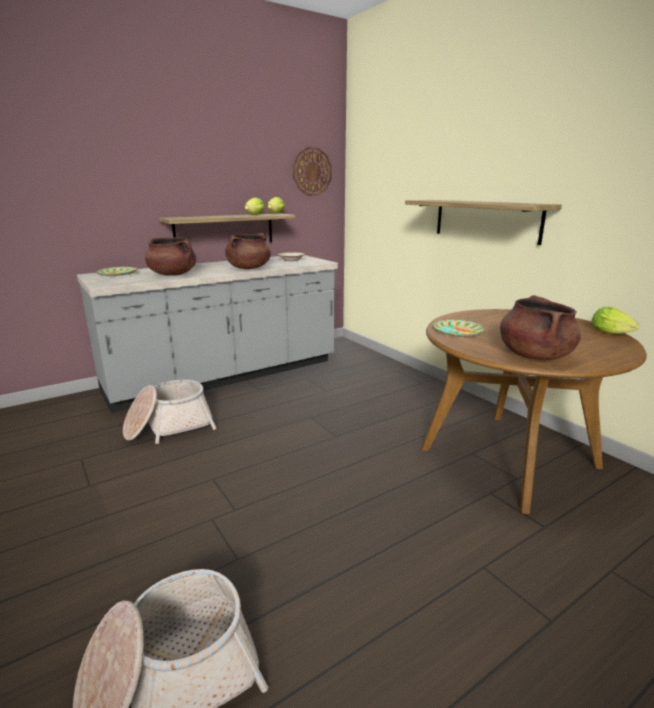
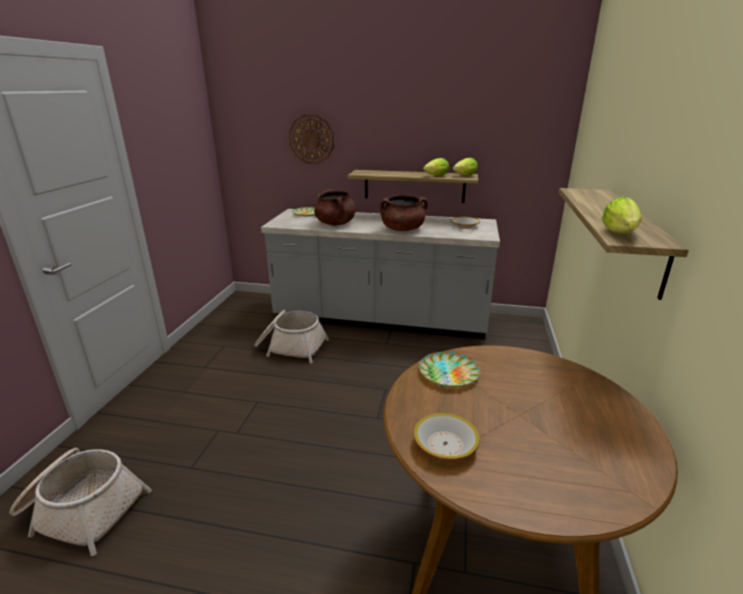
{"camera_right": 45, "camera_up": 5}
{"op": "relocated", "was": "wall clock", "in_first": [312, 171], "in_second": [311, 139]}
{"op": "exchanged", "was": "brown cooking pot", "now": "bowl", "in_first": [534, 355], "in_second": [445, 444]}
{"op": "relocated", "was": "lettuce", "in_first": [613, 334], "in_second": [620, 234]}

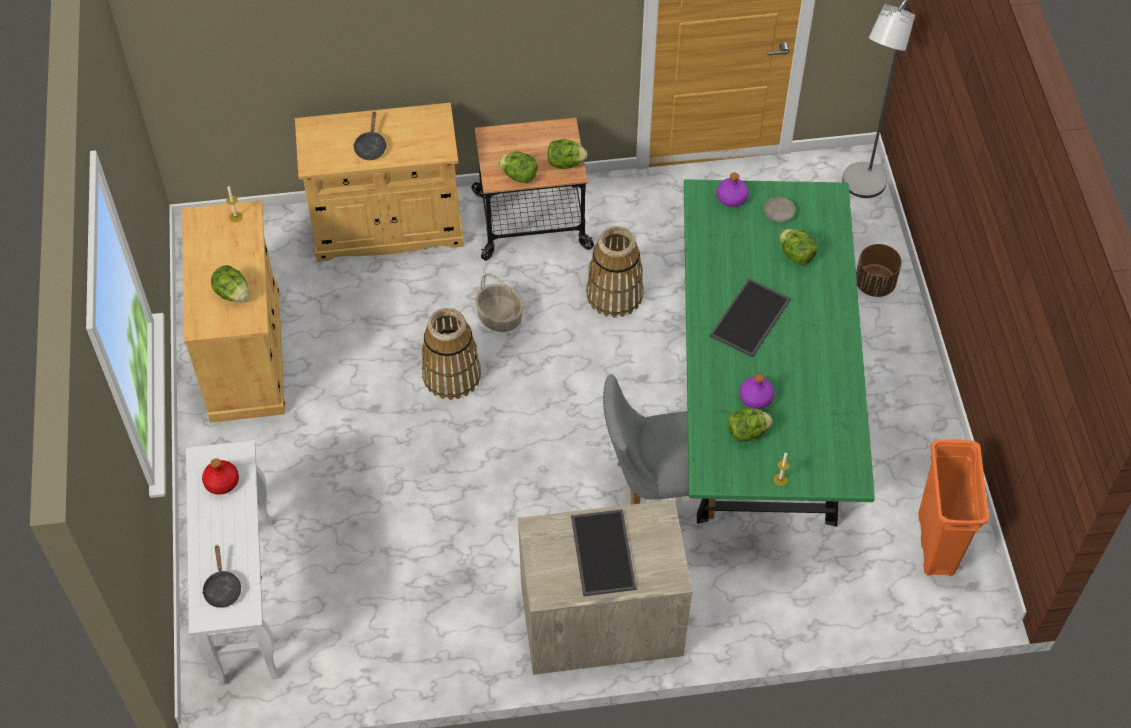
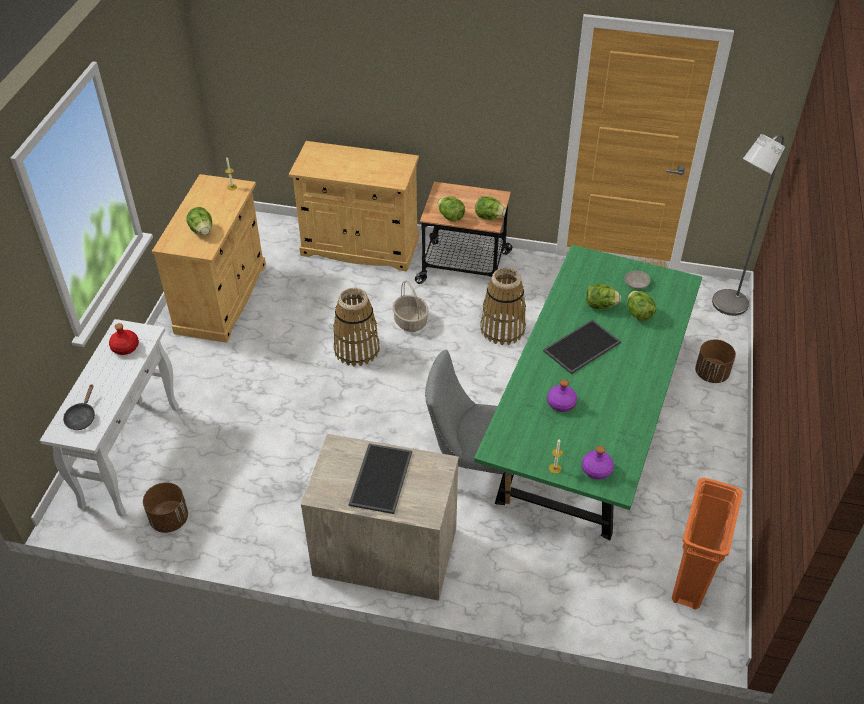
{"camera_right": 20, "camera_up": -10}
{"op": "missing", "was": "black frying pan", "in_first": [371, 146]}
{"op": "relocated", "was": "purple bottle", "in_first": [731, 198], "in_second": [596, 469]}
{"op": "relocated", "was": "lettuce", "in_first": [747, 432], "in_second": [600, 305]}
{"op": "appeared", "now": "brown planter", "in_second": [169, 519]}

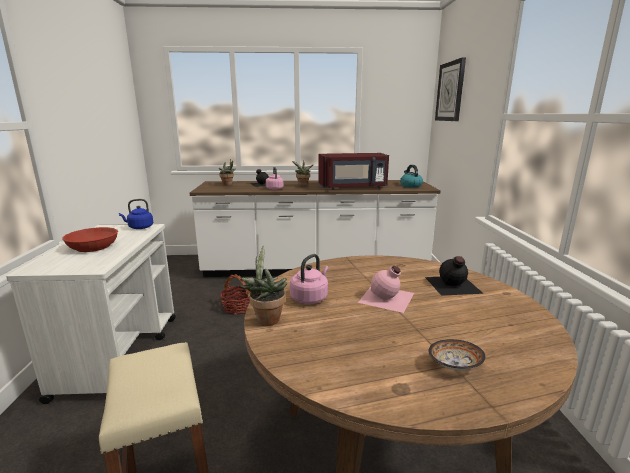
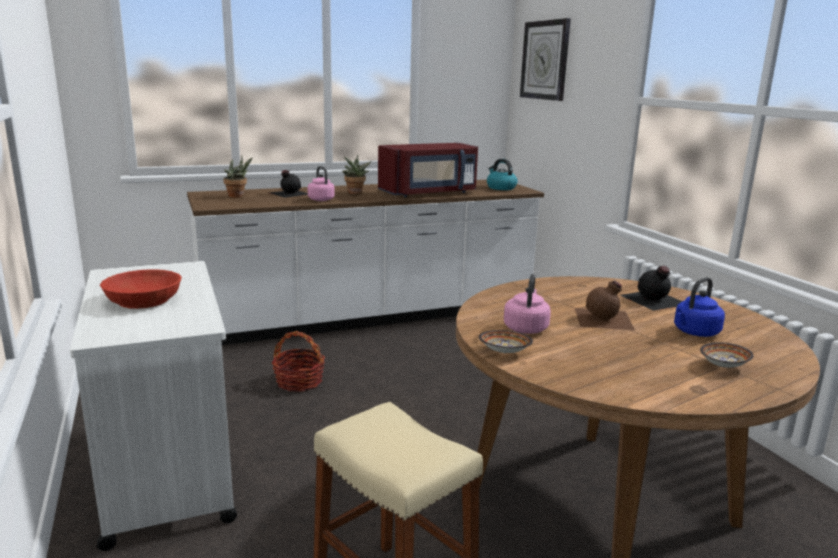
{"camera_right": -20, "camera_up": 0}
{"op": "relocated", "was": "blue kettle", "in_first": [139, 227], "in_second": [694, 332]}
{"op": "exchanged", "was": "potted plant", "now": "bowl", "in_first": [266, 318], "in_second": [505, 352]}
{"op": "colour", "was": "pink bottle", "now": "brown bottle", "in_first": [387, 298], "in_second": [604, 319]}

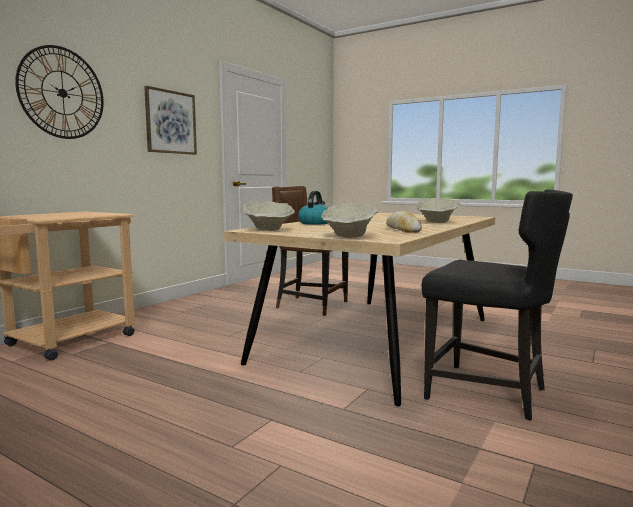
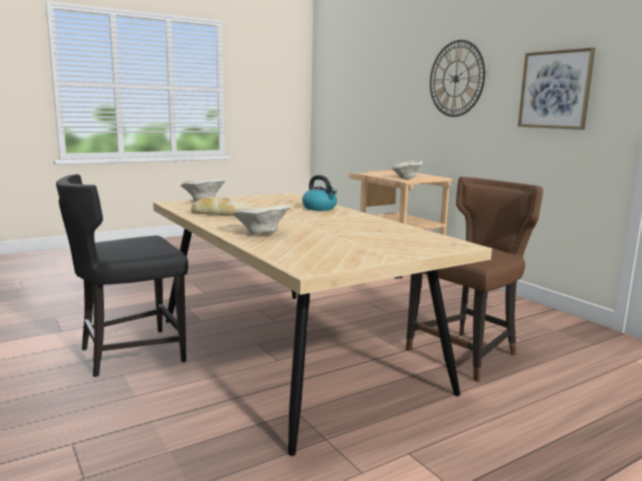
{"camera_right": 115, "camera_up": 5}
{"op": "relocated", "was": "beige bowl", "in_first": [268, 230], "in_second": [405, 178]}

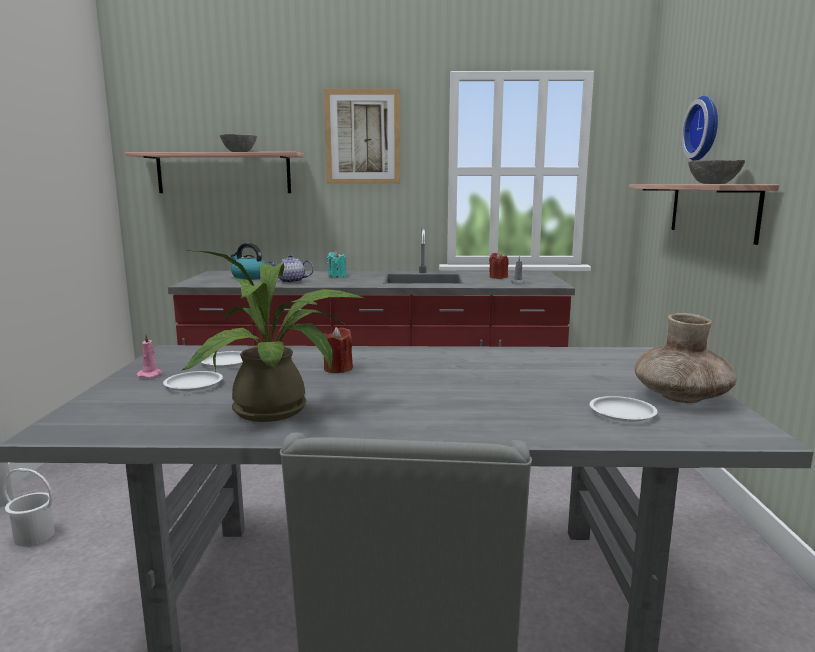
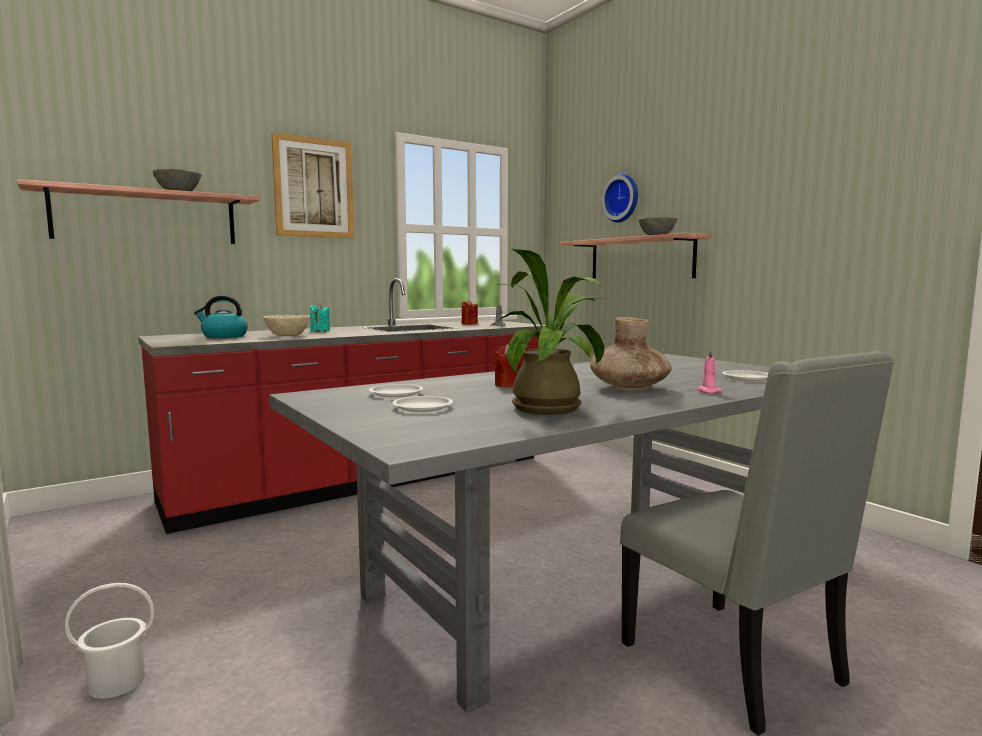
{"camera_right": -35, "camera_up": -5}
{"op": "exchanged", "was": "teapot", "now": "beige bowl", "in_first": [291, 281], "in_second": [287, 336]}
{"op": "relocated", "was": "brown vase", "in_first": [681, 397], "in_second": [629, 388]}
{"op": "relocated", "was": "pink candle", "in_first": [151, 375], "in_second": [707, 391]}

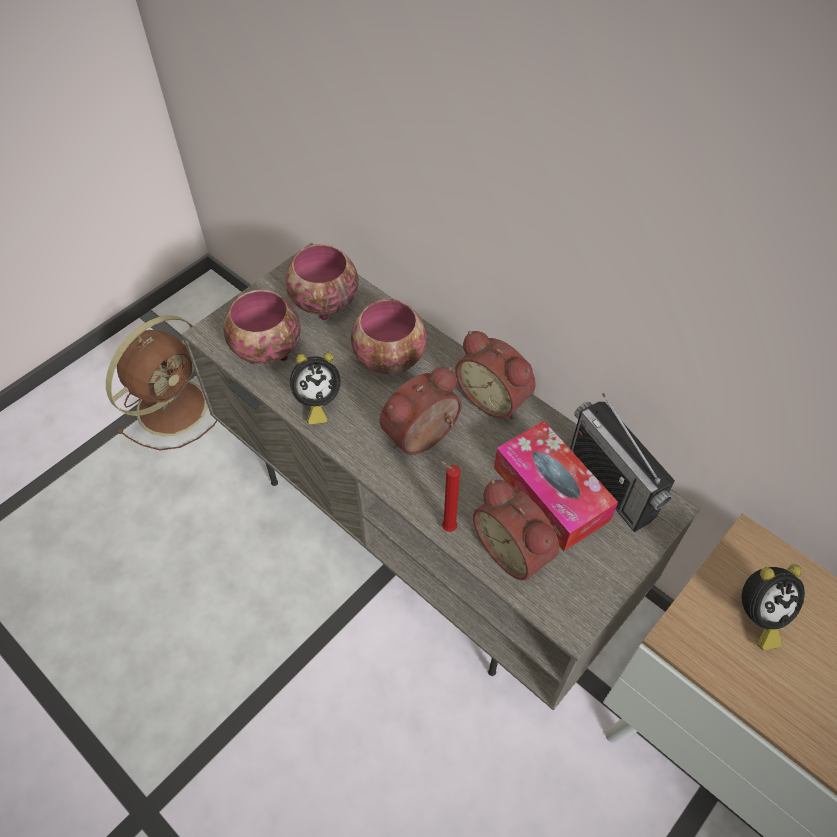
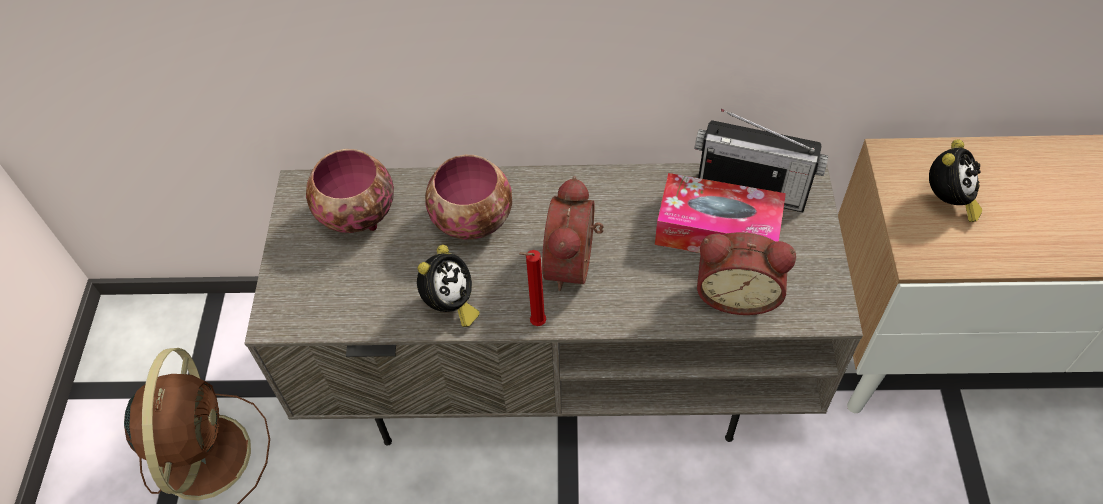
{"camera_right": -40, "camera_up": 0}
{"op": "missing", "was": "bowl", "in_first": [266, 350]}
{"op": "missing", "was": "alarm clock", "in_first": [495, 397]}
{"op": "relocated", "was": "red candle", "in_first": [446, 527], "in_second": [535, 323]}

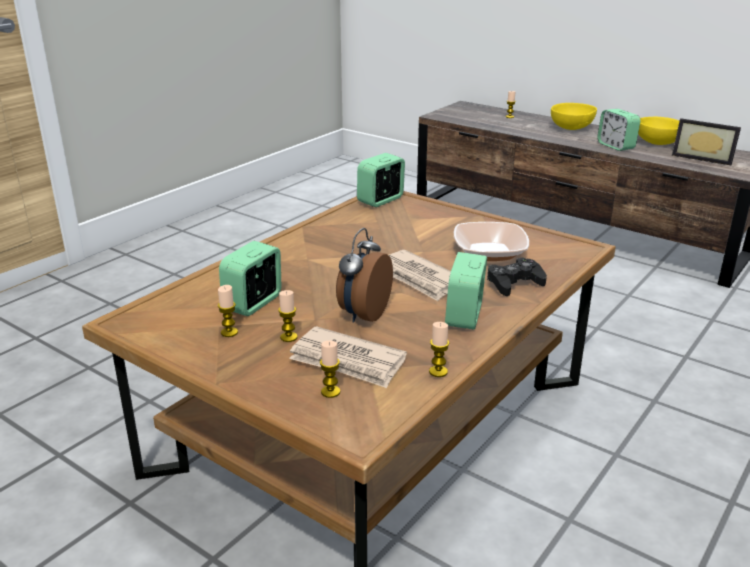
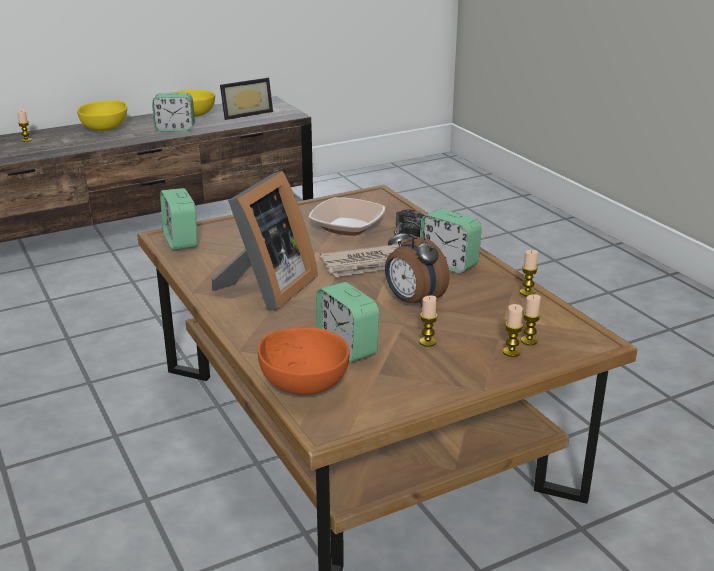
{"camera_right": -65, "camera_up": 0}
{"op": "relocated", "was": "candle", "in_first": [229, 332], "in_second": [511, 352]}
{"op": "missing", "was": "newspaper", "in_first": [348, 361]}
{"op": "appeared", "now": "picture frame", "in_second": [267, 289]}
{"op": "appeared", "now": "orange bowl", "in_second": [303, 383]}

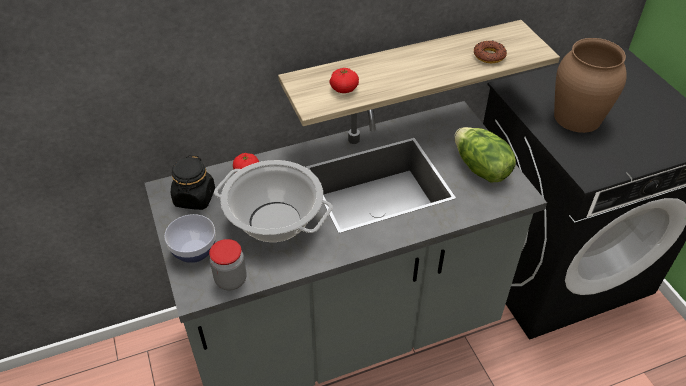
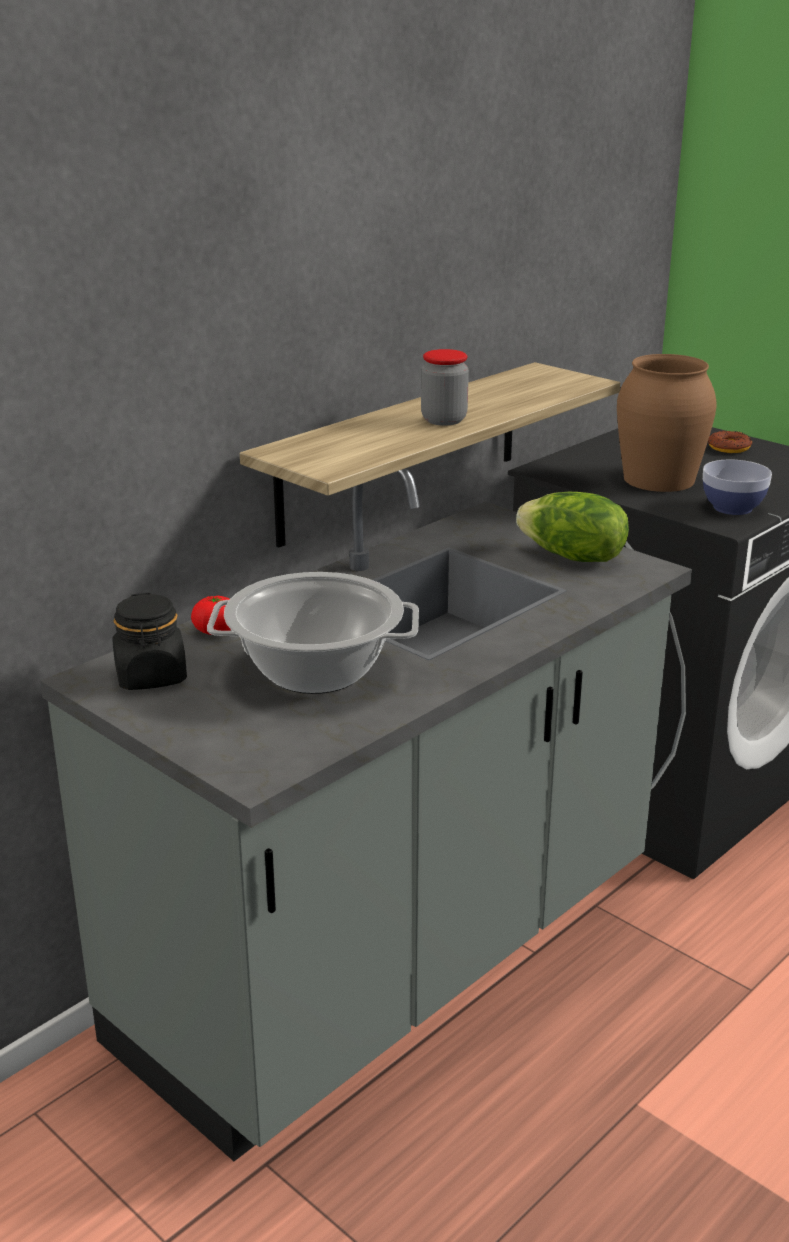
{"camera_right": -25, "camera_up": -20}
{"op": "relocated", "was": "donut", "in_first": [489, 55], "in_second": [728, 447]}
{"op": "missing", "was": "tomato", "in_first": [344, 89]}
{"op": "relocated", "was": "bowl", "in_first": [194, 251], "in_second": [732, 508]}
{"op": "relocated", "was": "jar", "in_first": [231, 280], "in_second": [444, 420]}

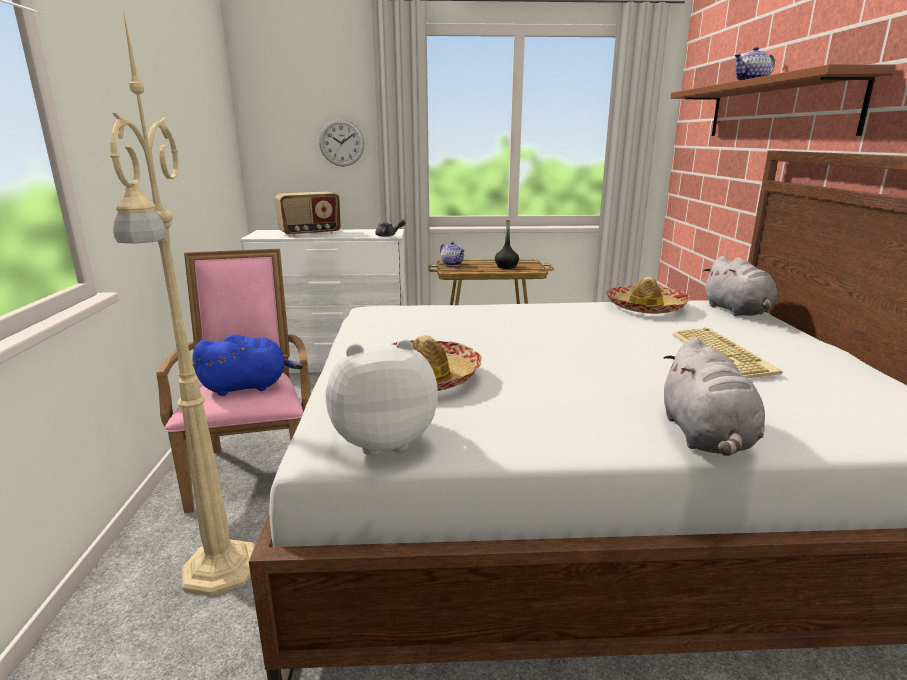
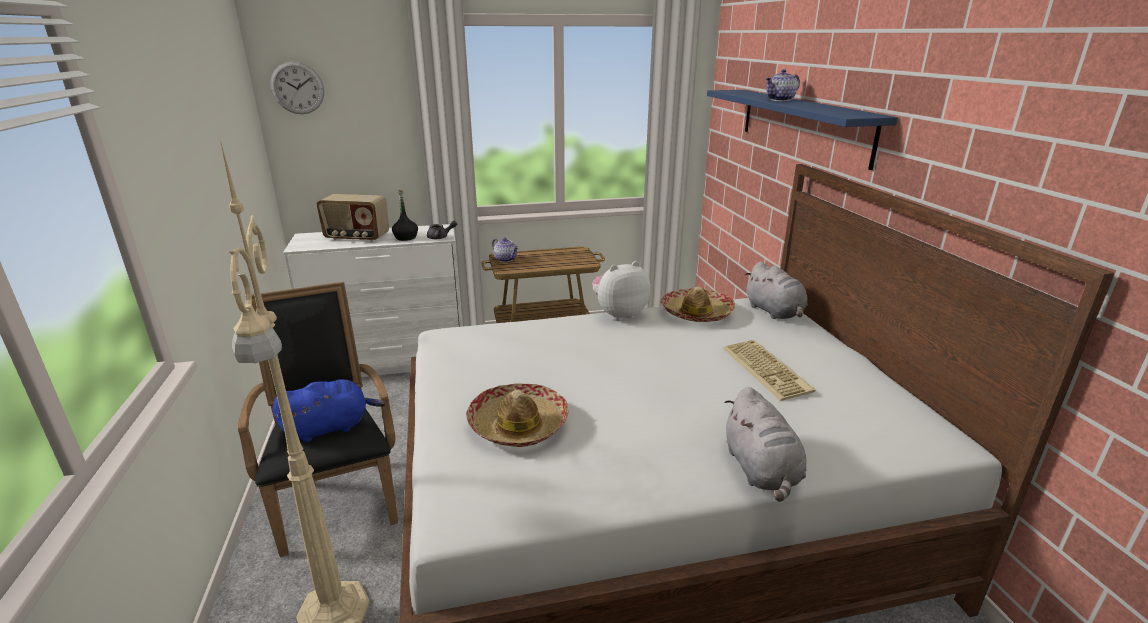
{"camera_right": -10, "camera_up": 5}
{"op": "colour", "was": "brown shelf", "now": "blue shelf", "in_first": [776, 109], "in_second": [802, 124]}
{"op": "relocated", "was": "wall clock", "in_first": [341, 143], "in_second": [297, 88]}
{"op": "spun", "was": "radio", "in_first": [310, 233], "in_second": [357, 238], "clockwise": 45}
{"op": "relocated", "was": "black bottle", "in_first": [506, 267], "in_second": [406, 238]}
{"op": "colour", "was": "pink armchair", "now": "black armchair", "in_first": [253, 467], "in_second": [336, 497]}
{"op": "relocated", "was": "plush toy", "in_first": [383, 441], "in_second": [619, 314]}

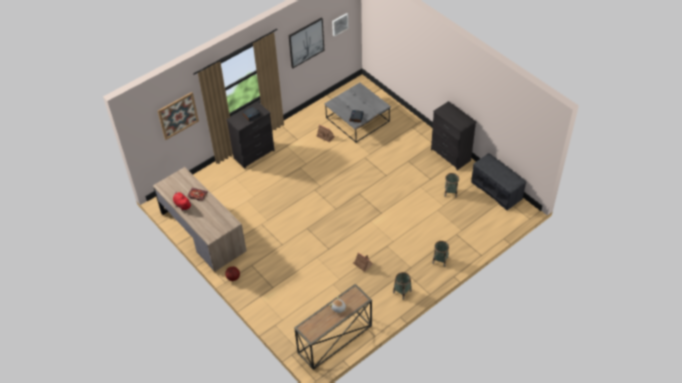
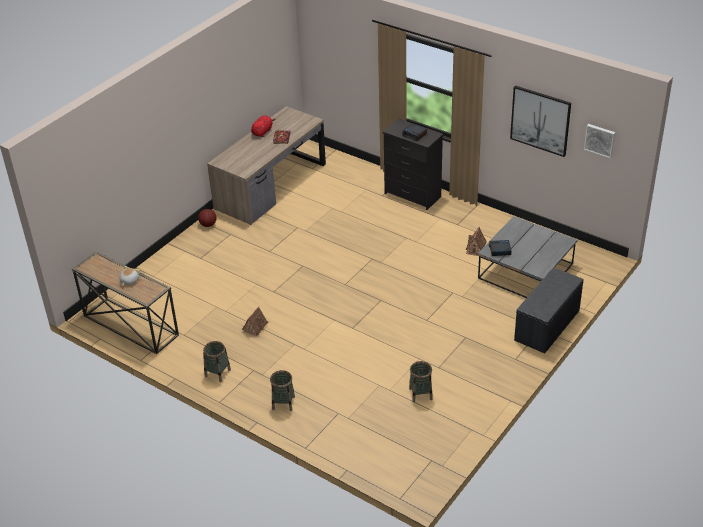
{"camera_right": 75, "camera_up": -10}
{"op": "missing", "was": "picture", "in_first": [178, 115]}
{"op": "missing", "was": "black dresser", "in_first": [450, 155]}
{"op": "relocated", "was": "grey bench", "in_first": [497, 190], "in_second": [547, 326]}

